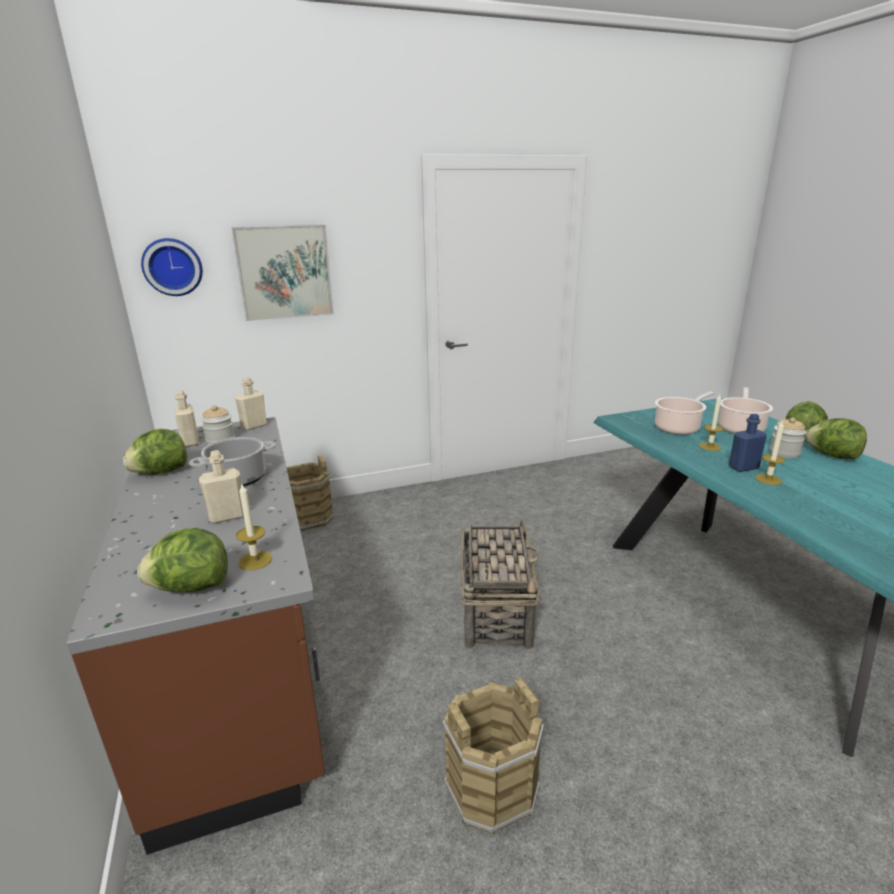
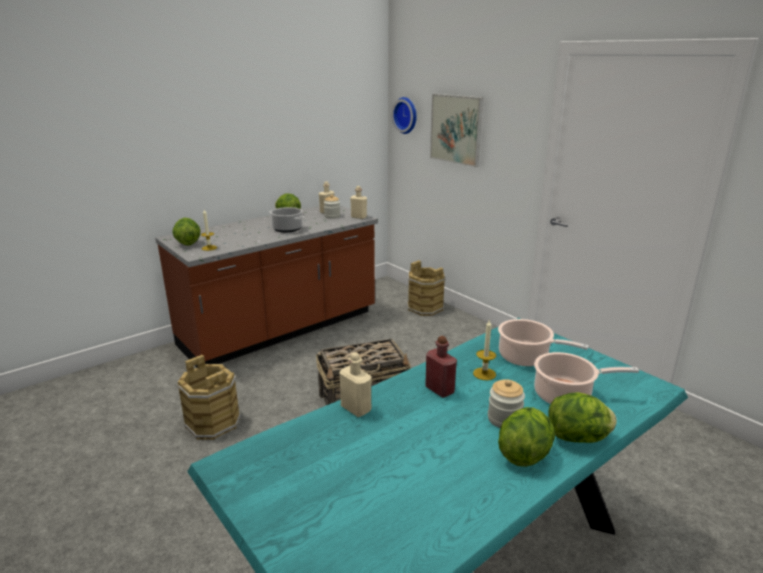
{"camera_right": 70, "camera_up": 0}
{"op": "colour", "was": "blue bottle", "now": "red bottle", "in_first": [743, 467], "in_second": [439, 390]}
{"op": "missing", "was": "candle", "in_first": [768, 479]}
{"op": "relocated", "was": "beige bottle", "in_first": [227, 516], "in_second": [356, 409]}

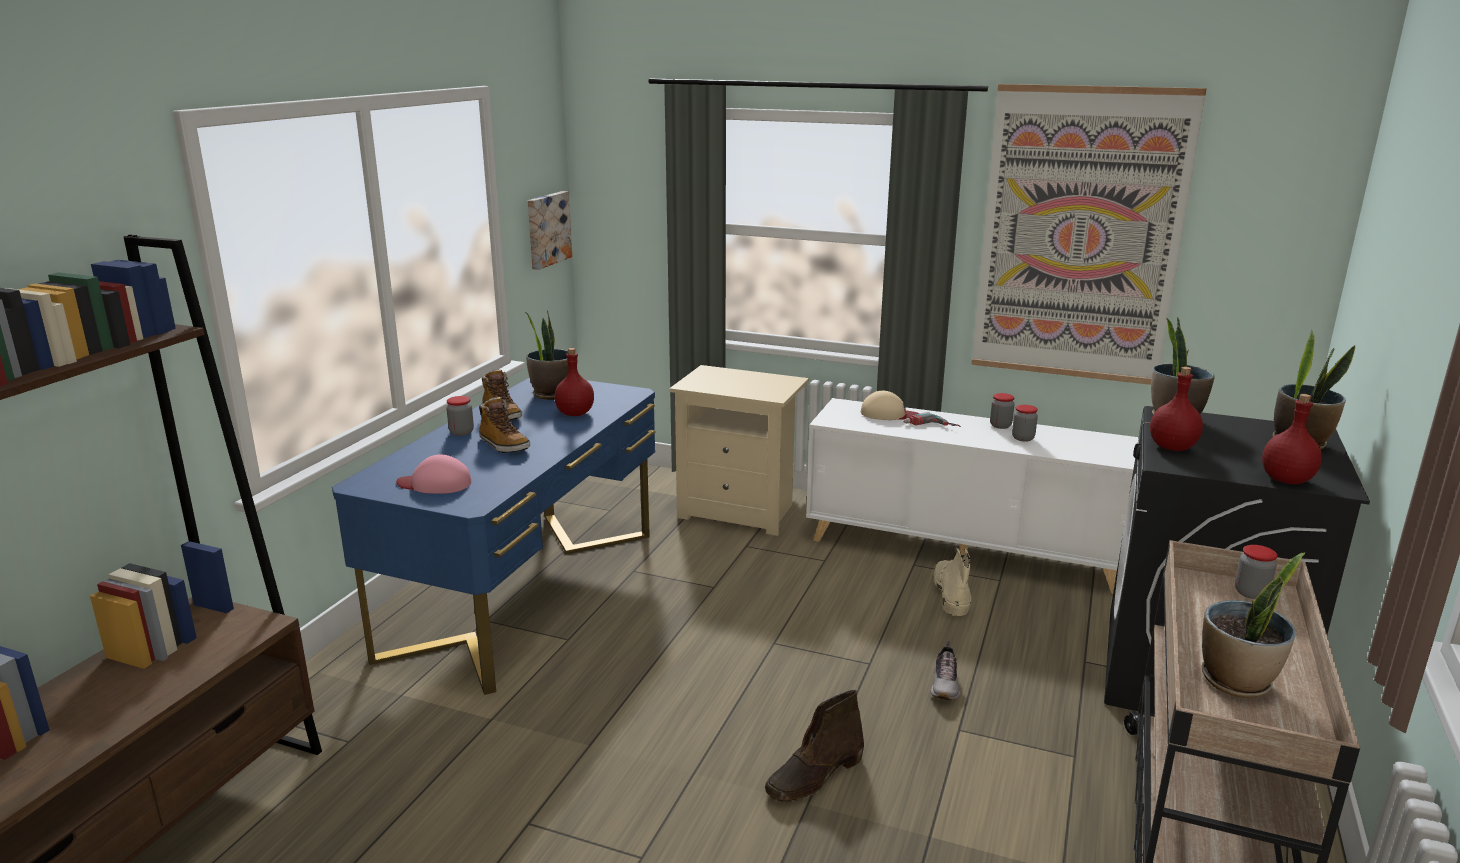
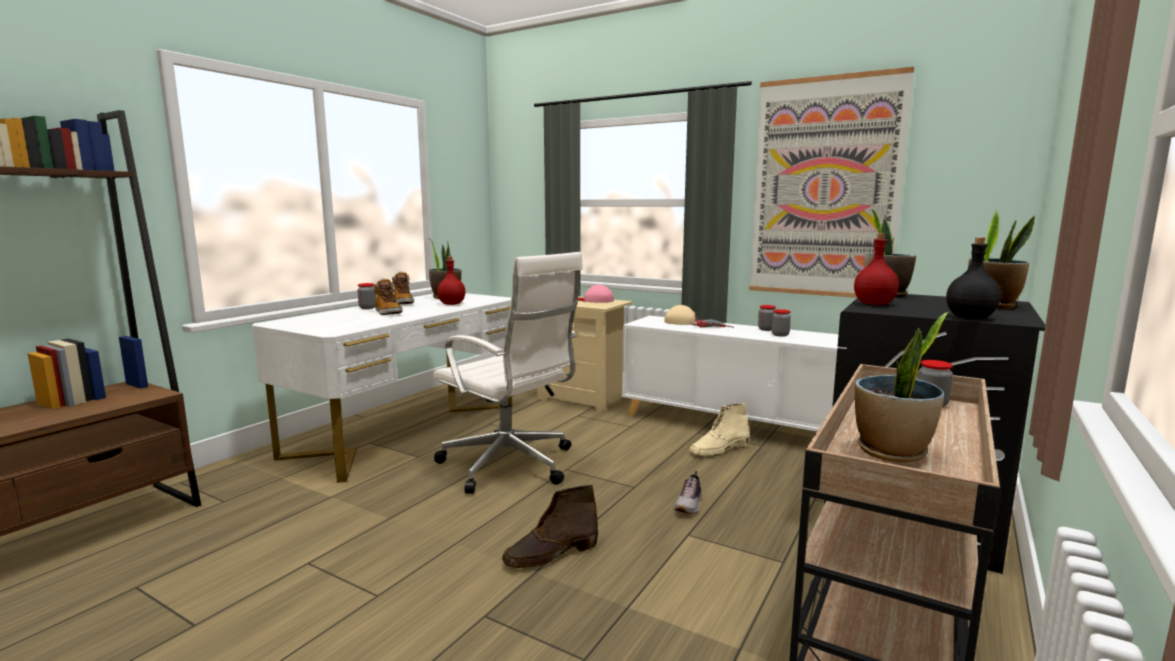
{"camera_right": 10, "camera_up": -10}
{"op": "missing", "was": "picture", "in_first": [547, 229]}
{"op": "colour", "was": "blue desk", "now": "white desk", "in_first": [524, 591], "in_second": [407, 429]}
{"op": "colour", "was": "red bottle", "now": "black bottle", "in_first": [1285, 480], "in_second": [969, 317]}
{"op": "relocated", "was": "pink cap", "in_first": [435, 483], "in_second": [595, 300]}
{"op": "spun", "was": "beige boot", "in_first": [951, 592], "in_second": [719, 450], "clockwise": -135}
{"op": "appeared", "now": "white office chair", "in_second": [510, 465]}

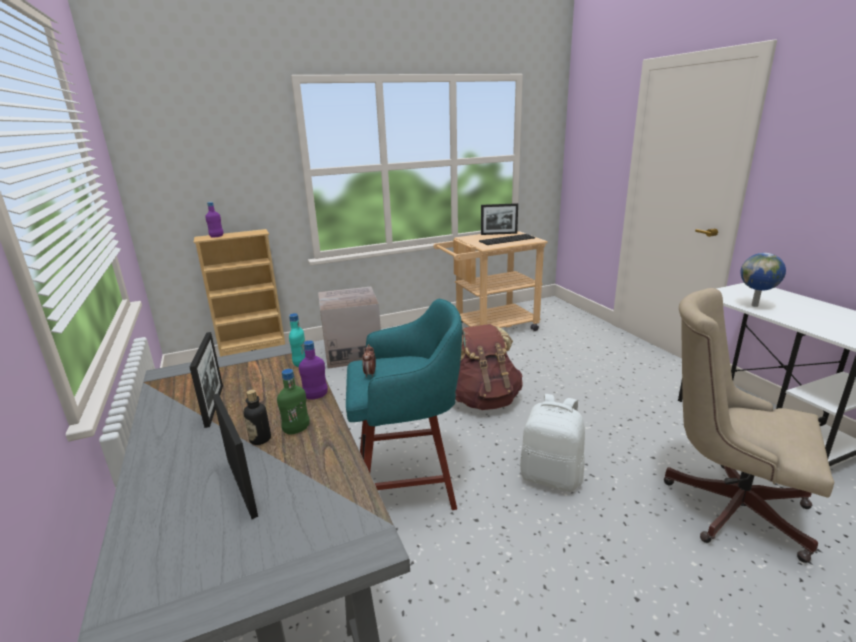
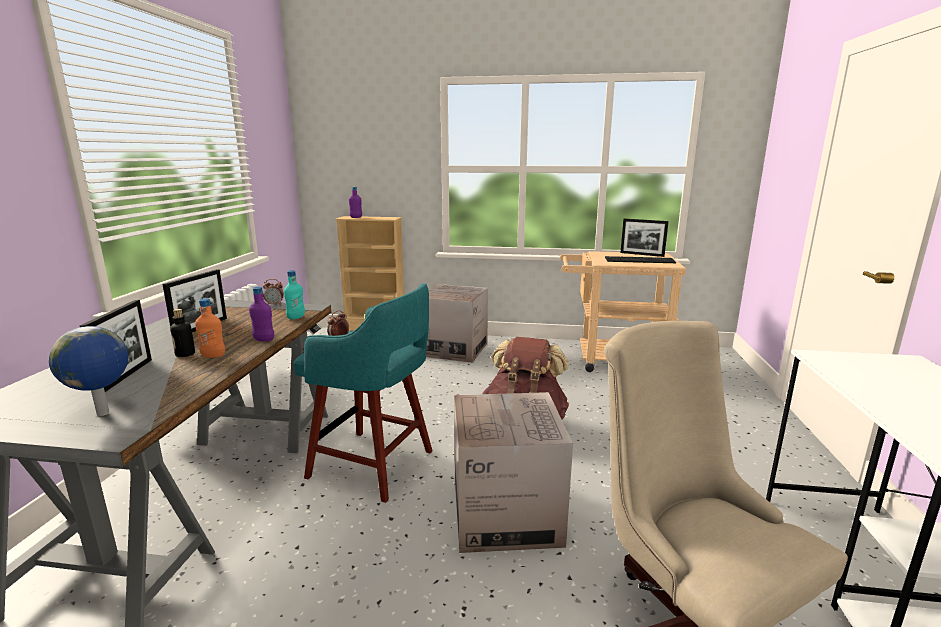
{"camera_right": 30, "camera_up": -5}
{"op": "relocated", "was": "globe", "in_first": [755, 305], "in_second": [103, 414]}
{"op": "colour", "was": "green bottle", "now": "orange bottle", "in_first": [296, 430], "in_second": [213, 356]}
{"op": "exchanged", "was": "white backpack", "now": "cardboard box", "in_first": [551, 477], "in_second": [506, 514]}
{"op": "appeared", "now": "alarm clock", "in_second": [274, 304]}

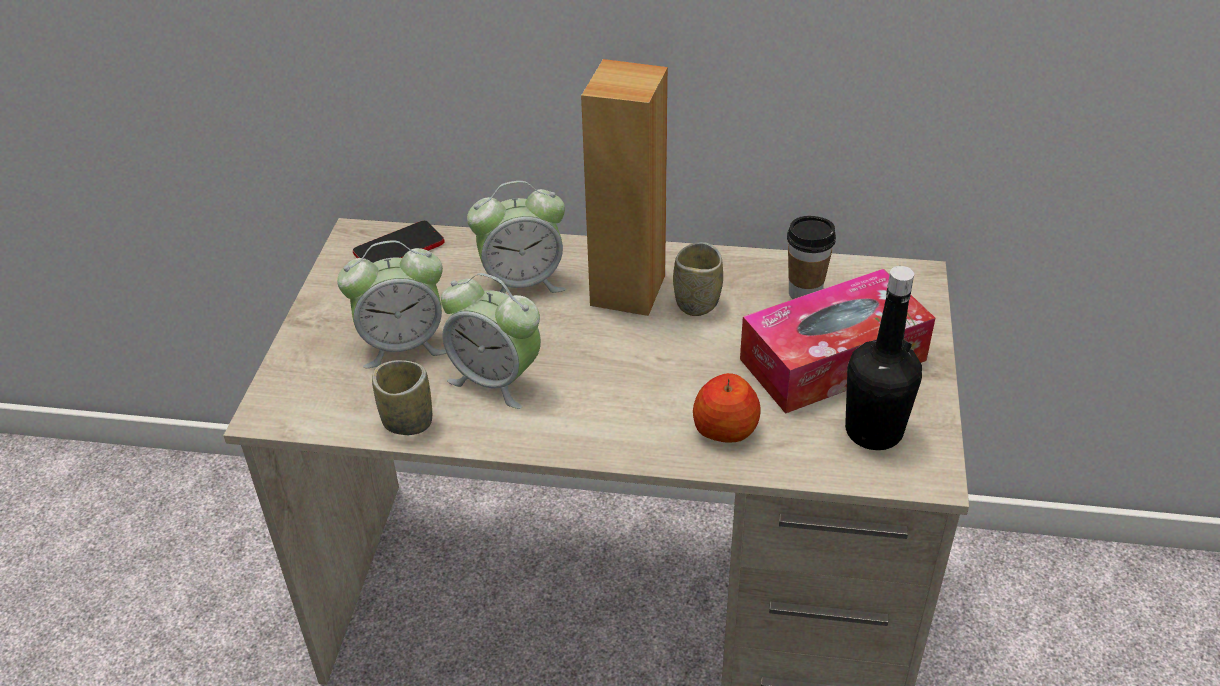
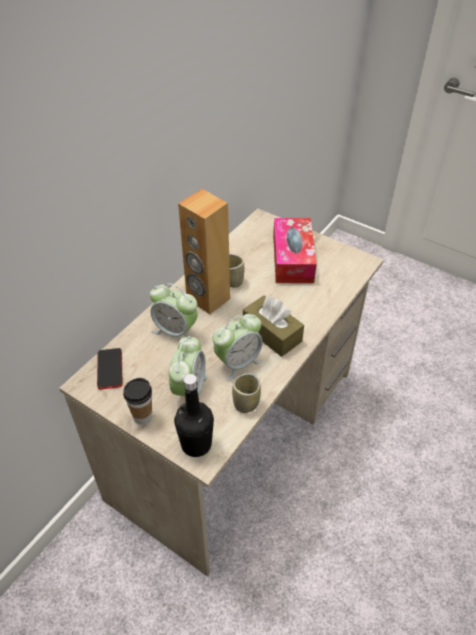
{"camera_right": -65, "camera_up": 5}
{"op": "spun", "was": "alarm clock", "in_first": [522, 283], "in_second": [176, 331], "clockwise": 105}
{"op": "relocated", "was": "cup", "in_first": [805, 293], "in_second": [142, 416]}
{"op": "relocated", "was": "black bottle", "in_first": [873, 431], "in_second": [196, 444]}
{"op": "missing", "was": "apple", "in_first": [725, 428]}
{"op": "appeared", "now": "brown tissue box", "in_second": [272, 333]}

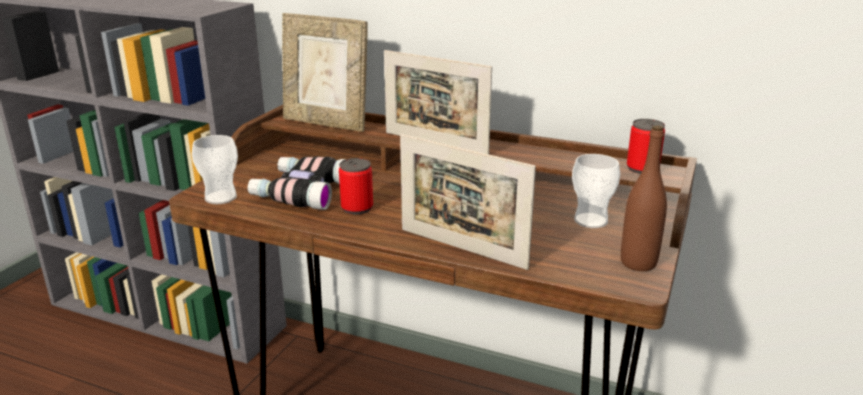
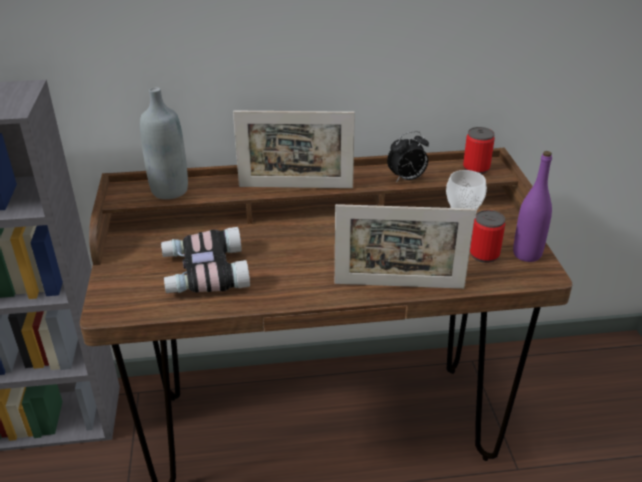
{"camera_right": -30, "camera_up": 10}
{"op": "exchanged", "was": "picture frame", "now": "grey bottle", "in_first": [326, 123], "in_second": [169, 190]}
{"op": "colour", "was": "brown bottle", "now": "purple bottle", "in_first": [638, 263], "in_second": [527, 254]}
{"op": "missing", "was": "cup", "in_first": [221, 198]}
{"op": "relocated", "was": "can", "in_first": [357, 208], "in_second": [484, 255]}
{"op": "appeared", "now": "alarm clock", "in_second": [407, 179]}

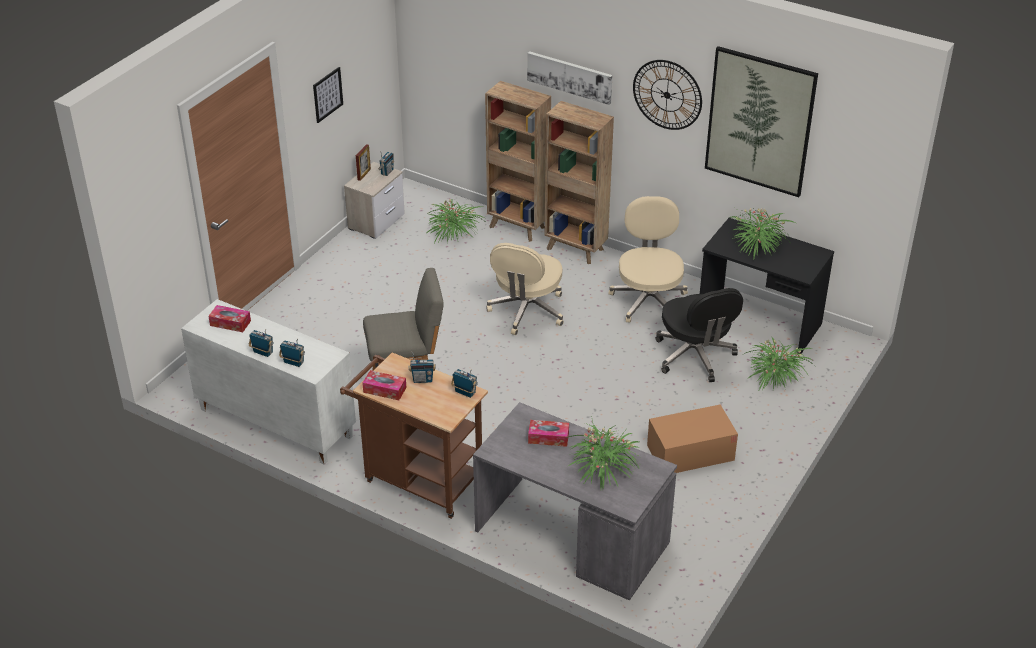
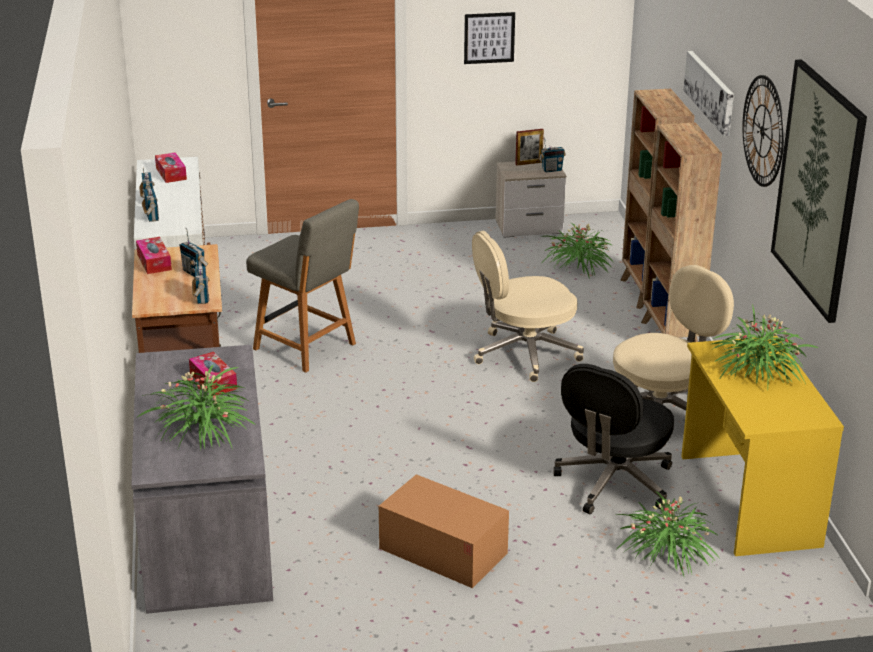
{"camera_right": 50, "camera_up": -10}
{"op": "colour", "was": "black desk", "now": "yellow desk", "in_first": [758, 322], "in_second": [747, 500]}

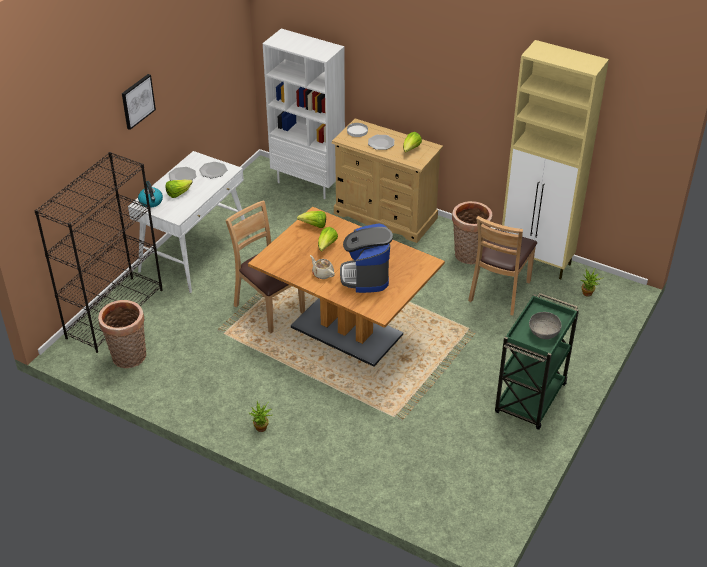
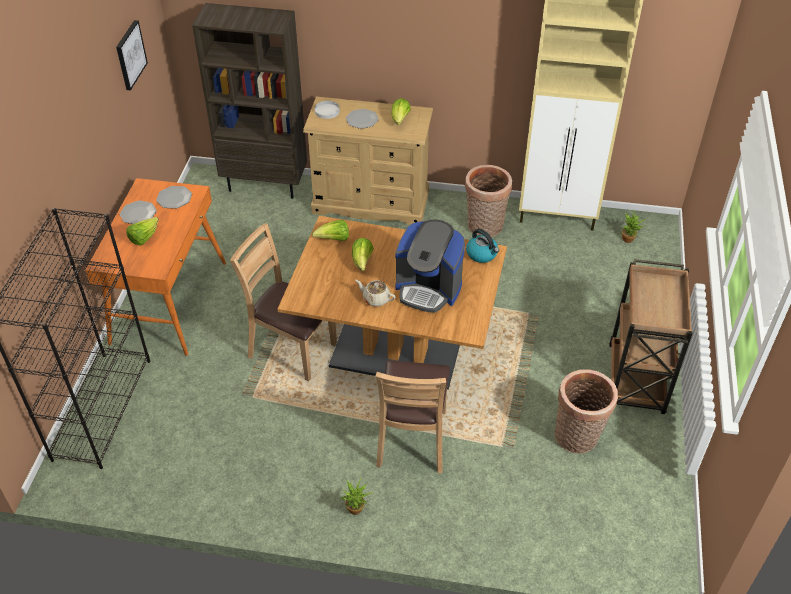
{"camera_right": -20, "camera_up": 5}
{"op": "colour", "was": "white bookcase", "now": "brown bookcase", "in_first": [308, 183], "in_second": [265, 184]}
{"op": "relocated", "was": "picture", "in_first": [137, 101], "in_second": [130, 55]}
{"op": "colour", "was": "white desk", "now": "orange desk", "in_first": [195, 253], "in_second": [169, 302]}
{"op": "relocated", "was": "kettle", "in_first": [151, 202], "in_second": [482, 254]}
{"op": "relocated", "was": "brown chair", "in_first": [500, 292], "in_second": [412, 439]}
{"op": "spun", "was": "coffee machine", "in_first": [366, 276], "in_second": [428, 289], "clockwise": -45}
{"op": "colour", "was": "green cart", "now": "brown cart", "in_first": [530, 400], "in_second": [636, 381]}
{"op": "relocated", "was": "basket", "in_first": [129, 358], "in_second": [577, 438]}
{"op": "missing", "was": "grey bowl", "in_first": [543, 332]}

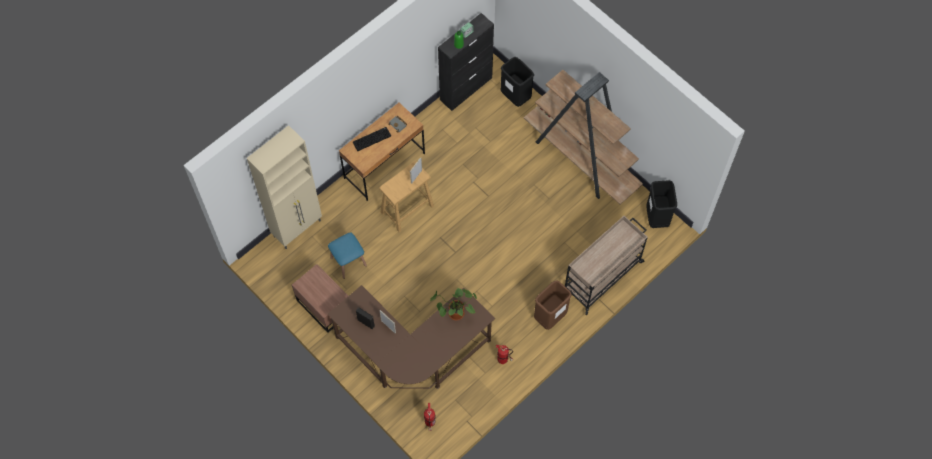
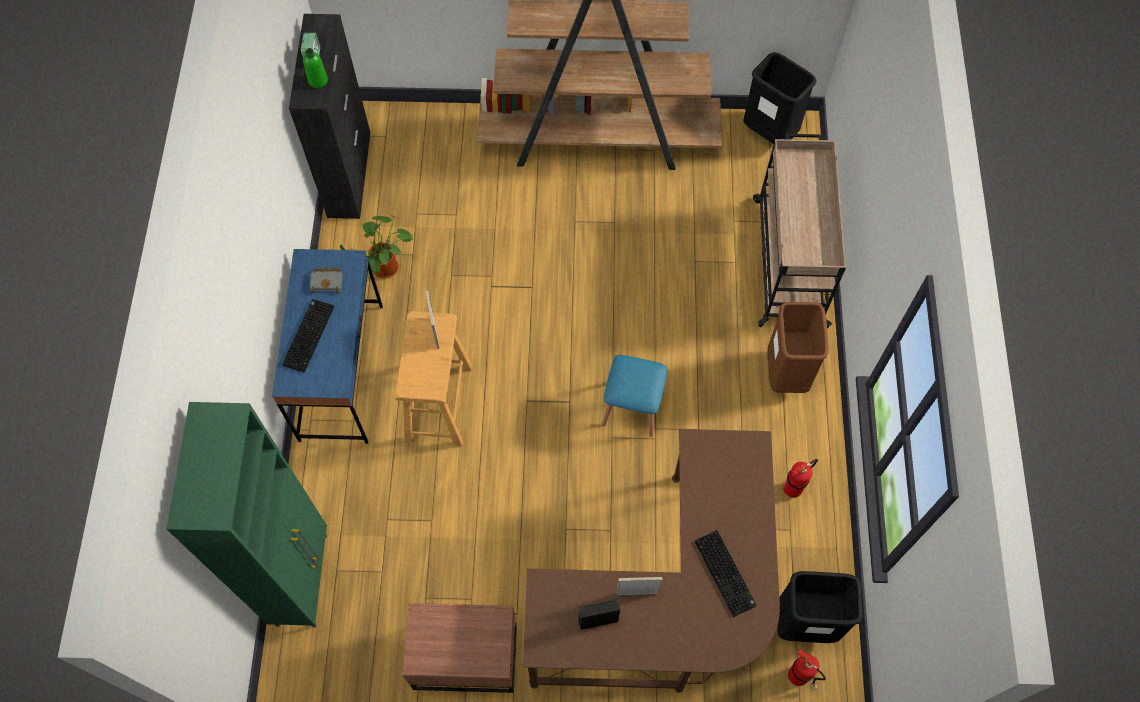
{"camera_right": -45, "camera_up": 0}
{"op": "relocated", "was": "black trash can", "in_first": [515, 97], "in_second": [805, 623]}
{"op": "colour", "was": "brown desk", "now": "blue desk", "in_first": [384, 166], "in_second": [342, 372]}
{"op": "colour", "was": "beige cabinet", "now": "green cabinet", "in_first": [298, 228], "in_second": [303, 578]}
{"op": "relocated", "was": "blue stool", "in_first": [348, 261], "in_second": [632, 407]}
{"op": "relocated", "was": "potted plant", "in_first": [455, 315], "in_second": [385, 271]}
{"op": "appeared", "now": "keyboard", "in_second": [726, 573]}

